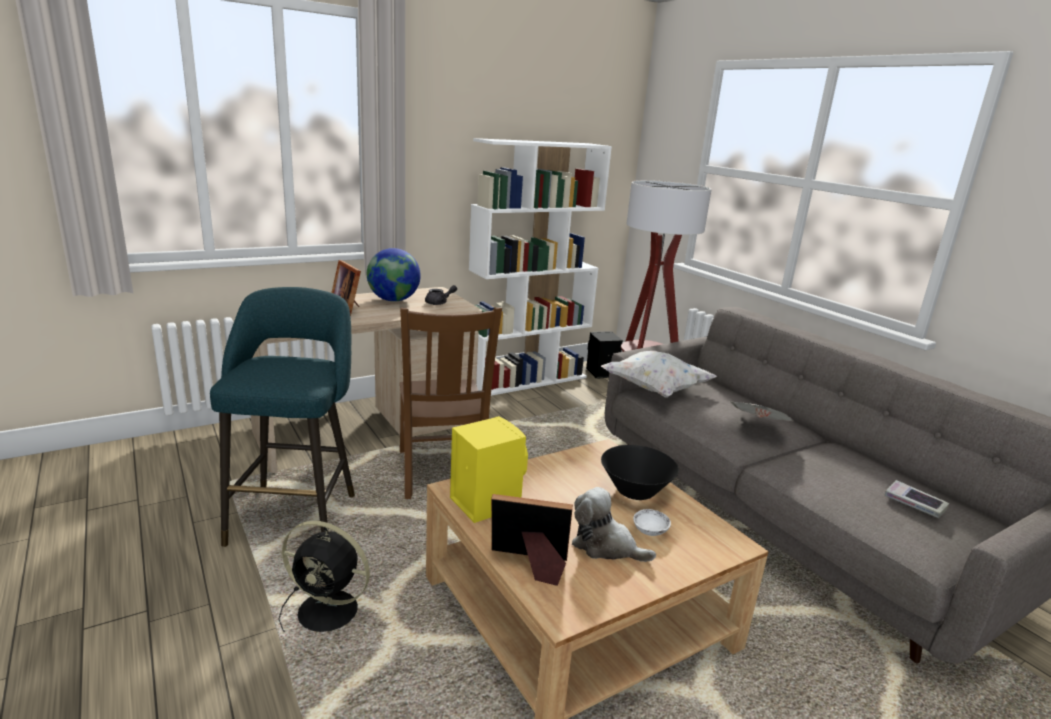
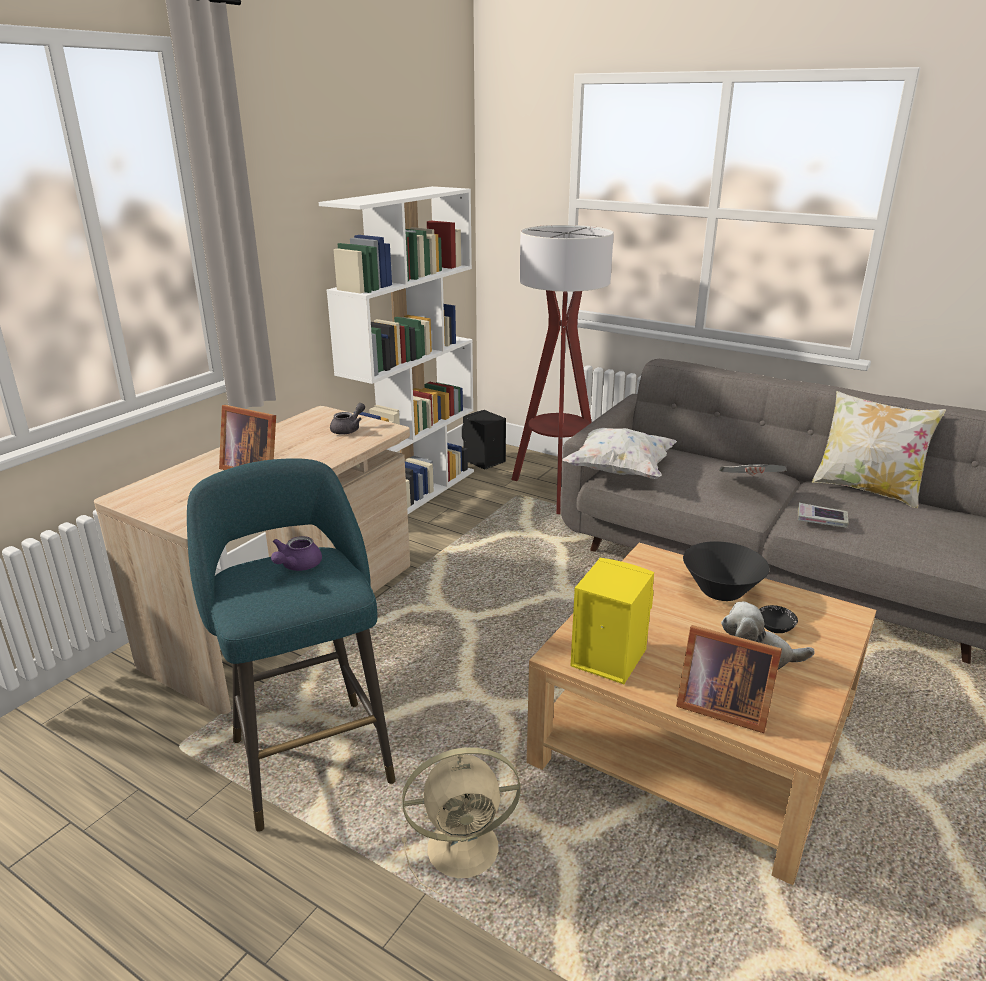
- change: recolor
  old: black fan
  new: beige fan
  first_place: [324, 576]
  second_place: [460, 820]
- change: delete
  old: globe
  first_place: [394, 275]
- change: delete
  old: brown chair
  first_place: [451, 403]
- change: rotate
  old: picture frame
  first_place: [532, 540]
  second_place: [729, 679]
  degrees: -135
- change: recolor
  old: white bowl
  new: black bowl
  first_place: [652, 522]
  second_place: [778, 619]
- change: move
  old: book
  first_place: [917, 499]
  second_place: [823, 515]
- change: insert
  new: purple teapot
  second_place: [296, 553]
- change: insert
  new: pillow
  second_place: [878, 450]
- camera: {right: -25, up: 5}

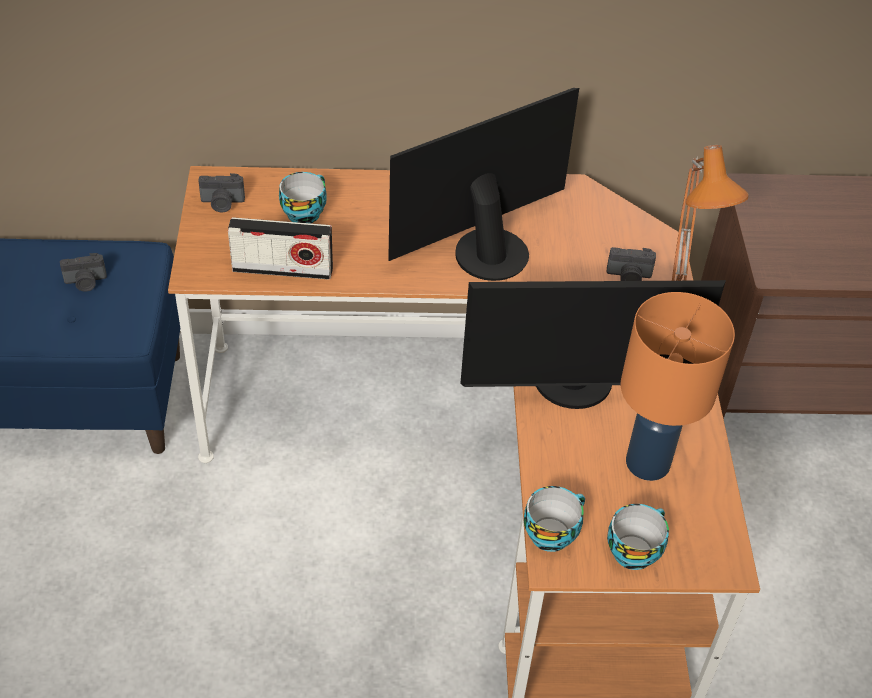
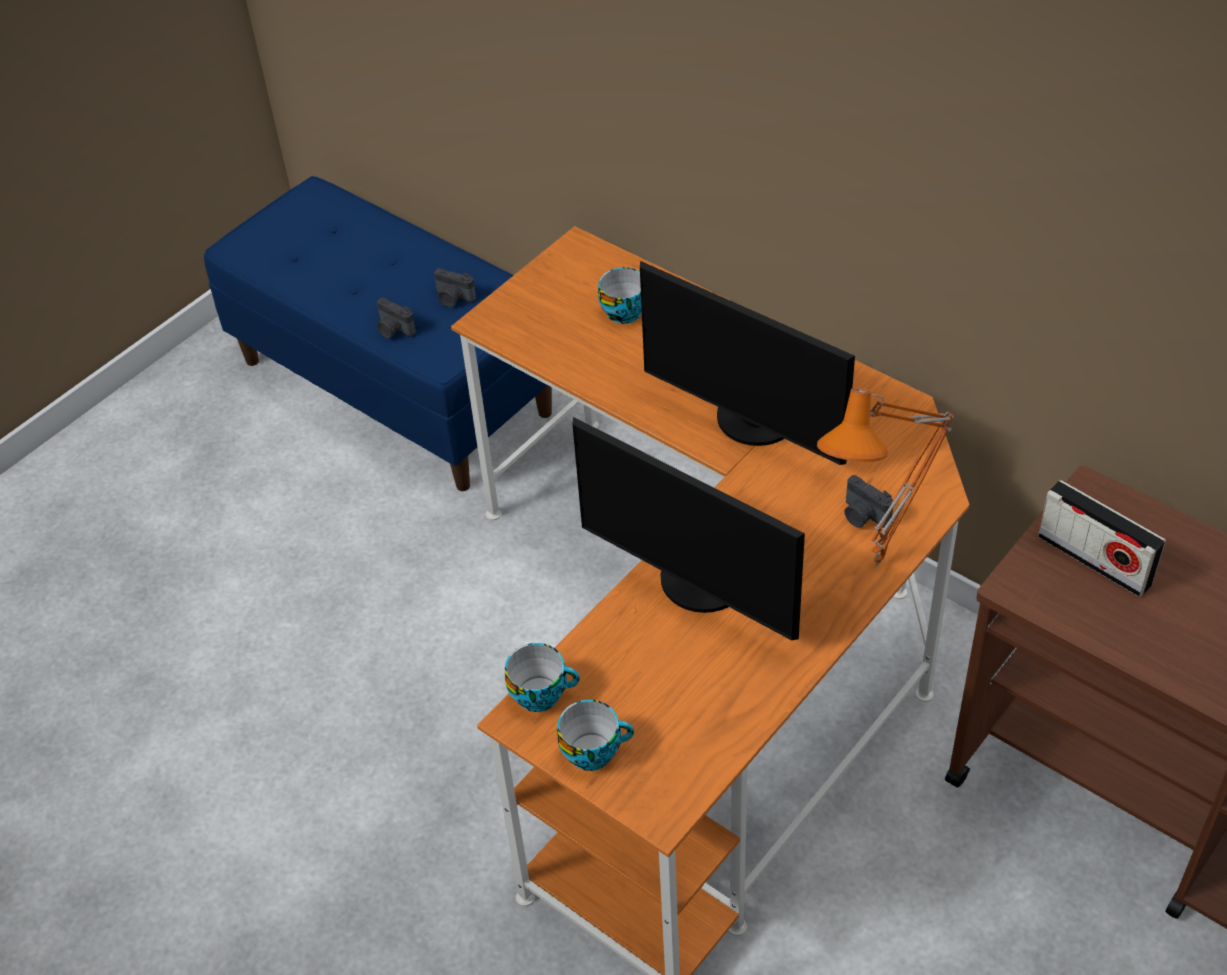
- change: move
  old: photo camera
  first_place: [221, 193]
  second_place: [396, 318]
- change: move
  old: radio
  first_place: [280, 248]
  second_place: [1102, 538]
- change: rotate
  old: monitor
  first_place: [484, 184]
  second_place: [747, 363]
  degrees: -150
- change: delete
  old: orange table lamp
  first_place: [678, 386]
- camera: {right: 45, up: 0}

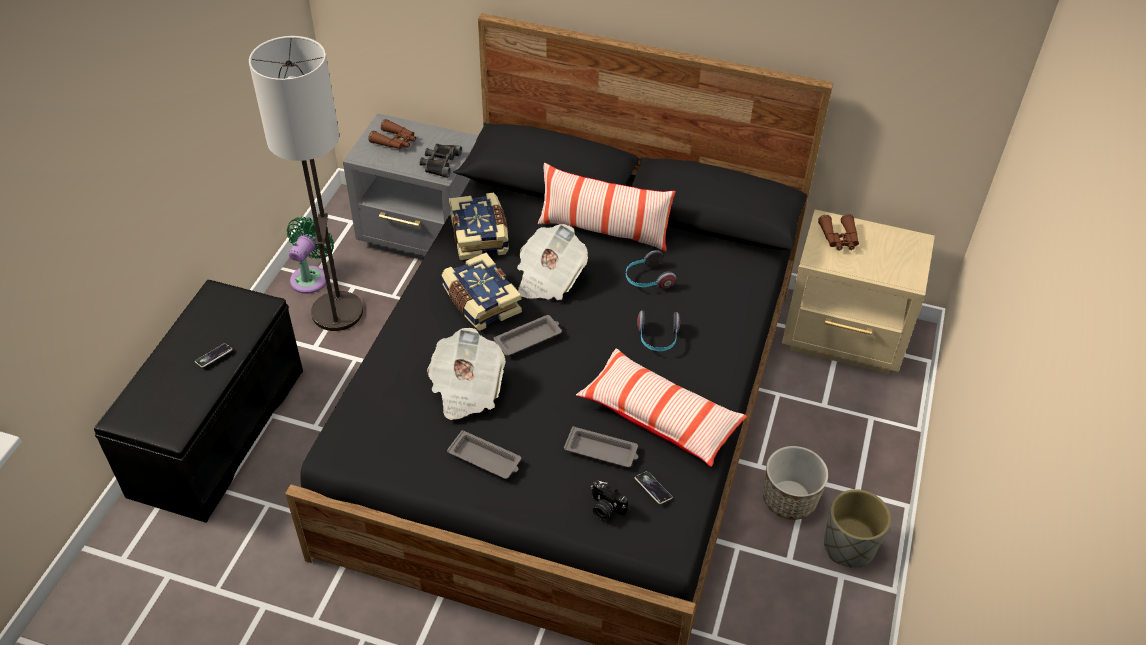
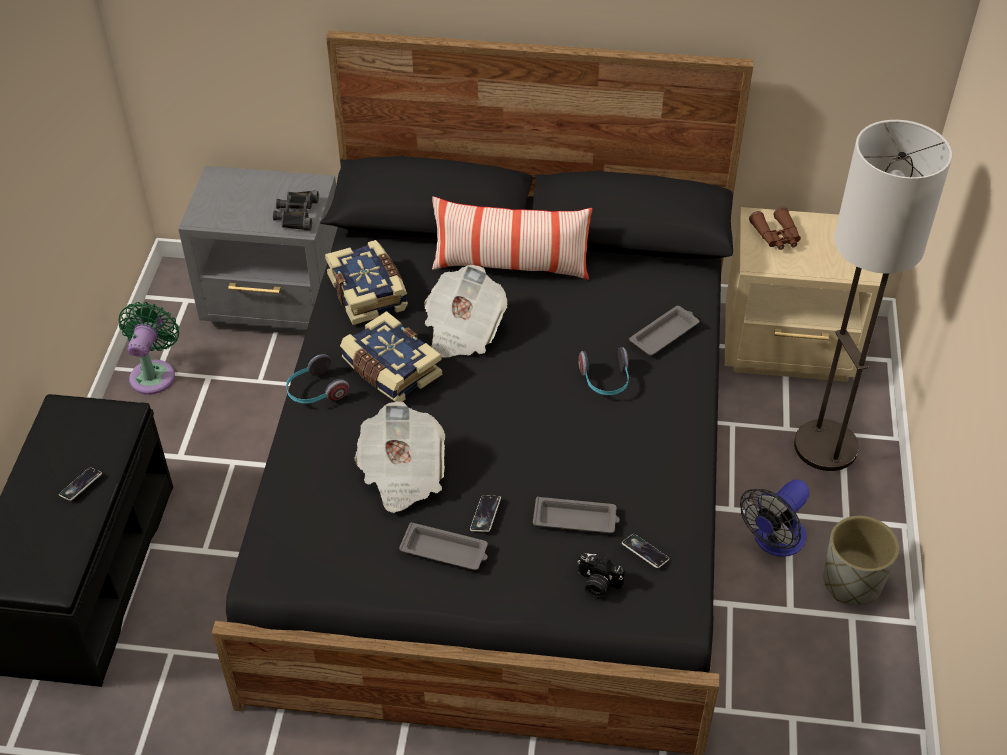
- change: move
  old: floor lamp
  first_place: [306, 183]
  second_place: [873, 295]
- change: delete
  old: brown binoculars
  first_place: [392, 134]
- change: move
  old: grey tray
  first_place: [528, 335]
  second_place: [664, 331]
- change: delete
  old: pillow
  first_place: [661, 407]
- change: move
  old: headphones
  first_place: [651, 269]
  second_place: [317, 378]
- change: replace
  old: planter
  new: fan
  first_place: [795, 483]
  second_place: [775, 518]
- change: insert
  new: phone
  second_place: [485, 513]
- camera: {right: -10, up: 0}

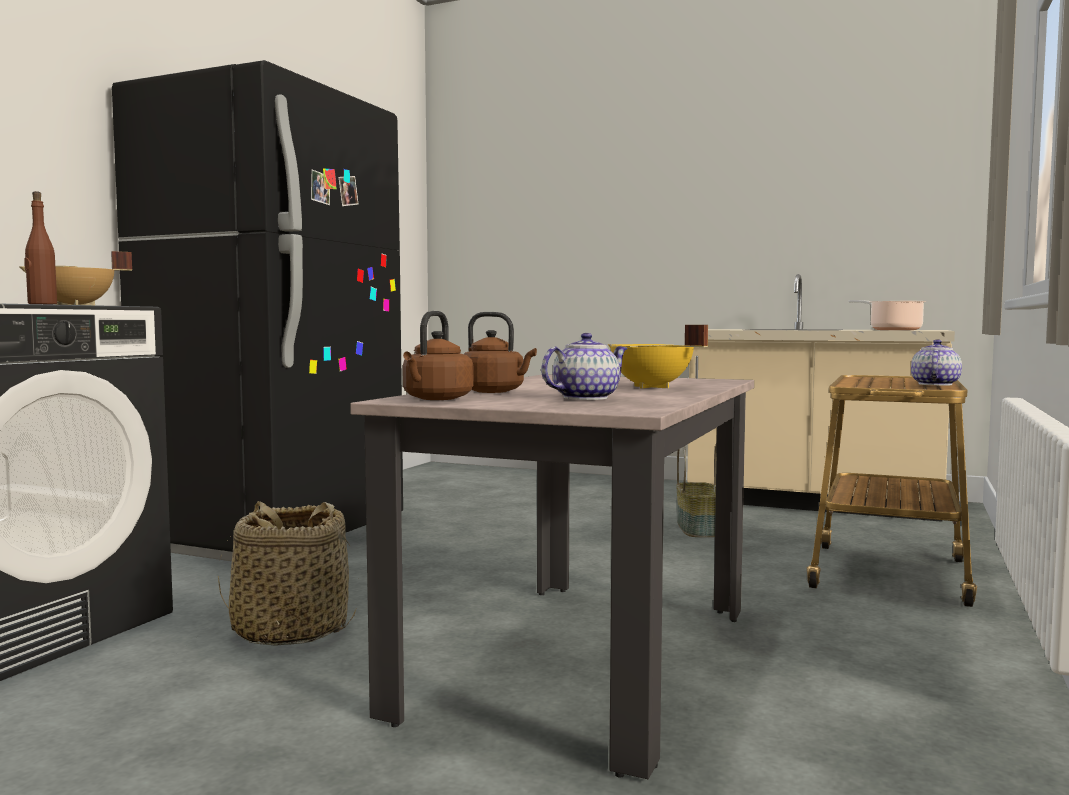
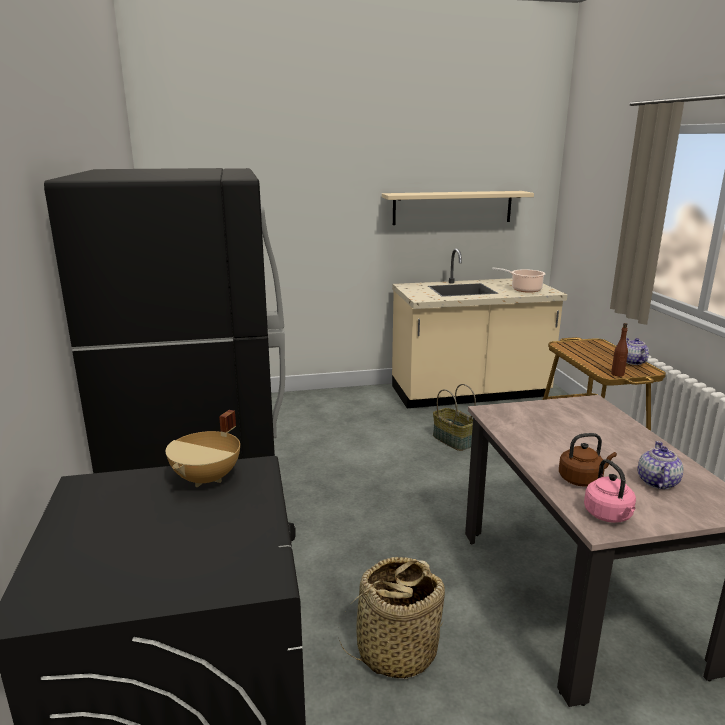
- change: move
  old: brown bottle
  first_place: [40, 247]
  second_place: [619, 349]
- change: recolor
  old: brown kettle
  new: pink kettle
  first_place: [438, 355]
  second_place: [610, 491]
- change: delete
  old: yellow cooking pot
  first_place: [658, 357]
- change: insert
  new: beige shelf
  second_place: [458, 208]
- camera: {right: -35, up: 15}

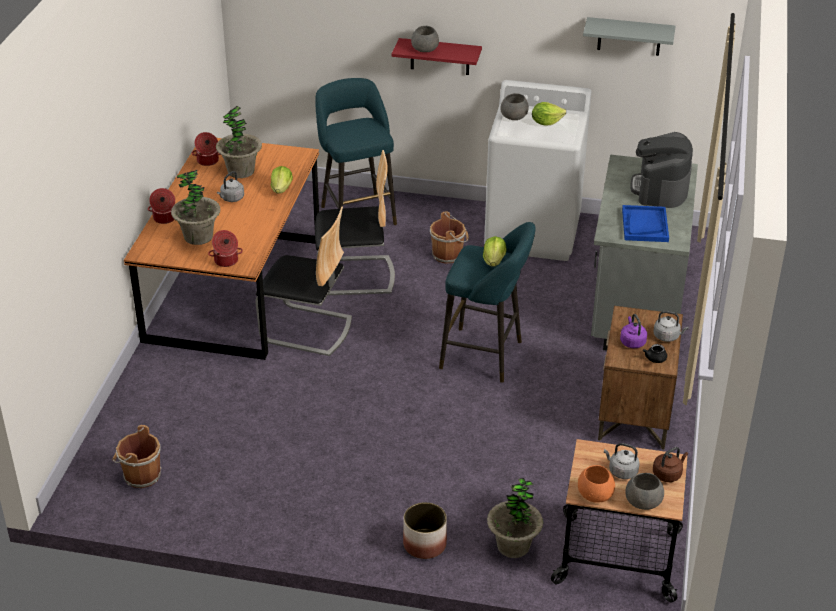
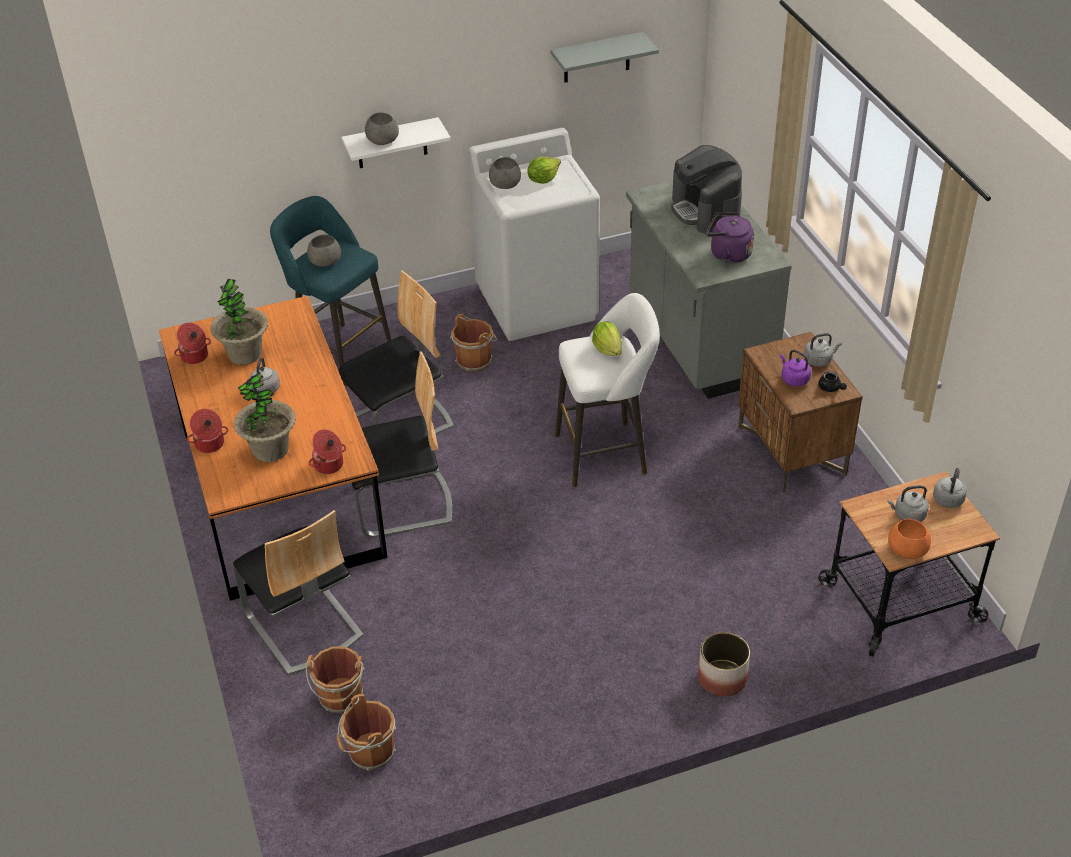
- change: delete
  old: lettuce
  first_place: [282, 180]
- change: recolor
  old: red shelf
  new: white shelf
  first_place: [437, 56]
  second_place: [396, 142]
- change: recolor
  old: turquoise stool
  new: white stool
  first_place: [487, 302]
  second_place: [607, 390]
- change: delete
  old: potted plant
  first_place: [515, 518]
- change: replace
  old: blue tray
  new: purple kettle
  first_place: [645, 223]
  second_place: [730, 237]
- change: move
  old: grey bowl
  first_place: [644, 491]
  second_place: [324, 250]
- change: recolor
  old: brown kettle
  new: grey kettle
  first_place: [670, 464]
  second_place: [950, 488]
- change: insert
  new: chair
  second_place: [298, 592]
- change: insert
  new: brown bucket
  second_place: [335, 680]
- camera: {right: -30, up: 5}

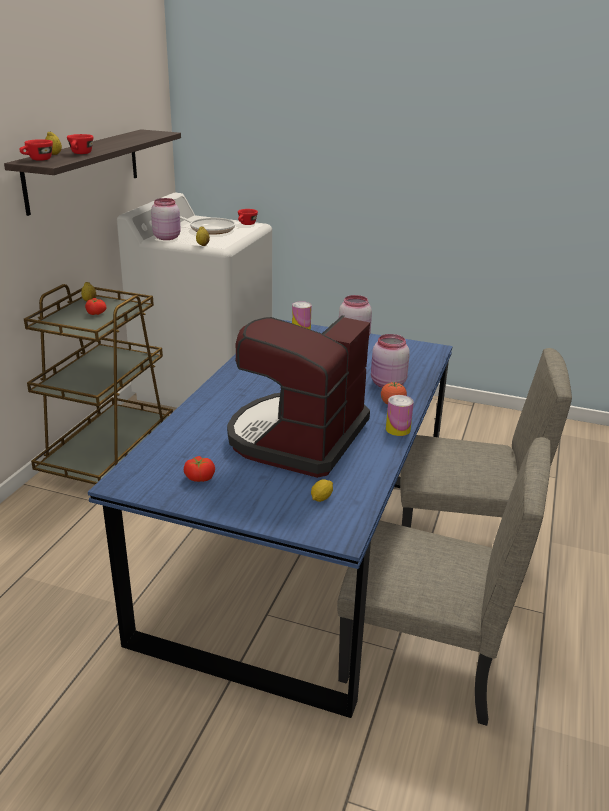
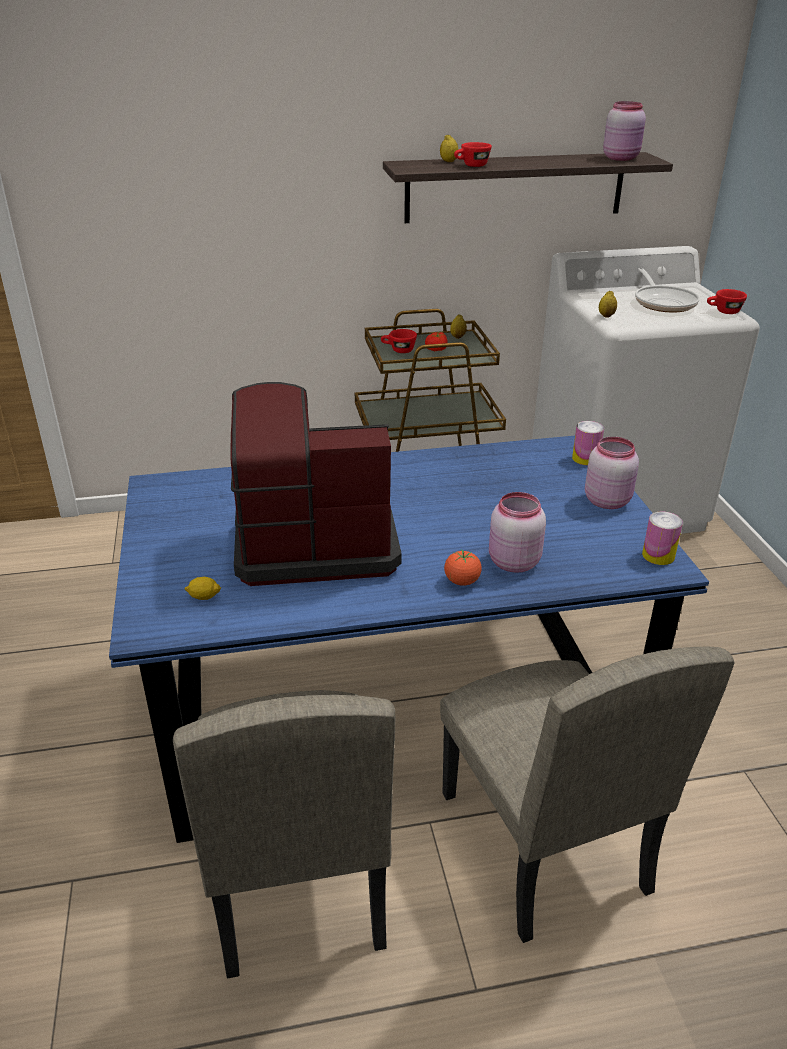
- change: move
  old: red cup
  first_place: [36, 150]
  second_place: [399, 341]
- change: move
  old: pink jar
  first_place: [166, 219]
  second_place: [624, 131]
- change: delete
  old: tomato
  first_place: [199, 469]
- change: move
  old: can
  first_place: [400, 415]
  second_place: [662, 538]
- camera: {right: 60, up: 5}

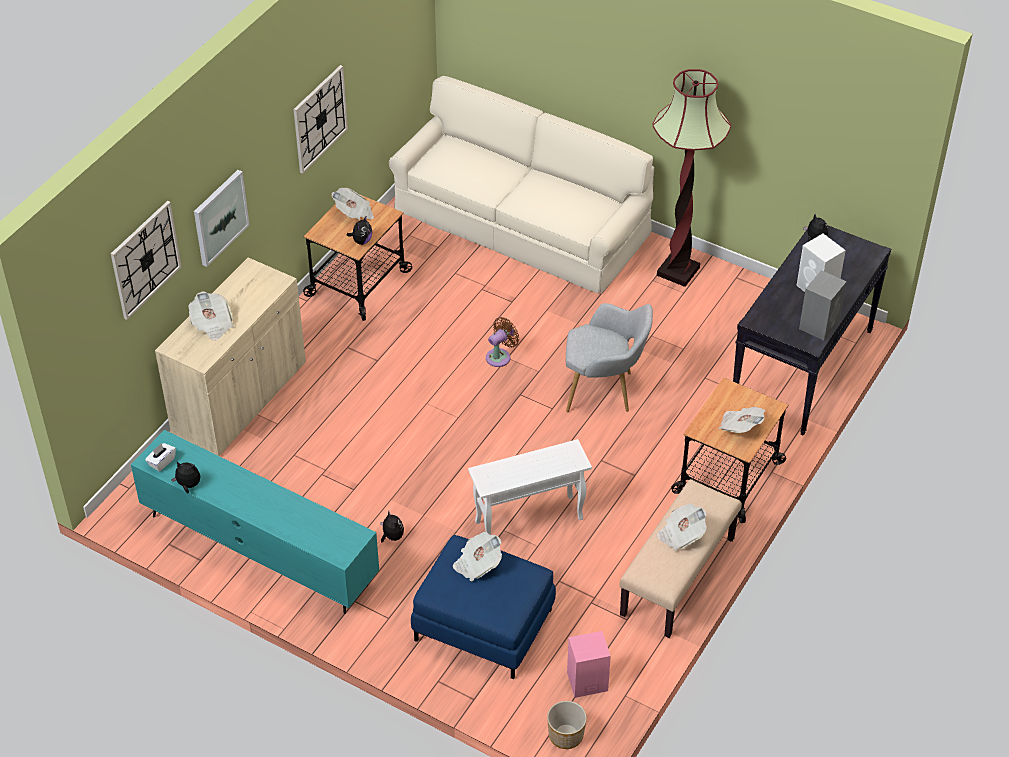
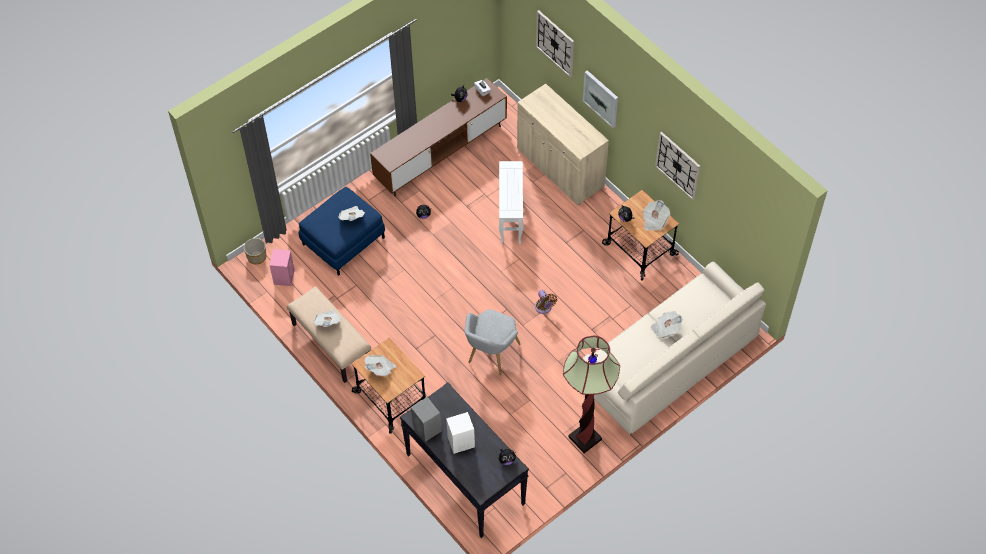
- change: recolor
  old: turquoise tv stand
  new: brown tv stand
  first_place: [255, 522]
  second_place: [438, 137]
- change: move
  old: newspaper
  first_place: [211, 316]
  second_place: [667, 325]
- change: move
  old: white side table
  first_place: [530, 487]
  second_place: [511, 202]
- camera: {right: 110, up: 10}

